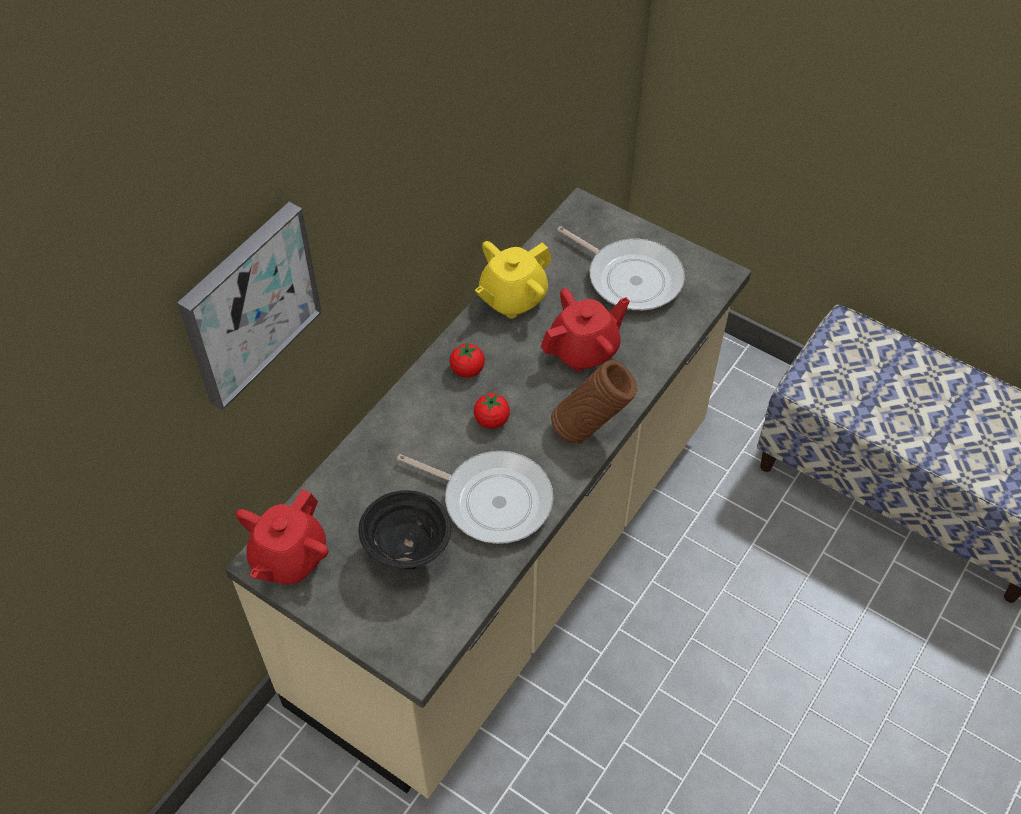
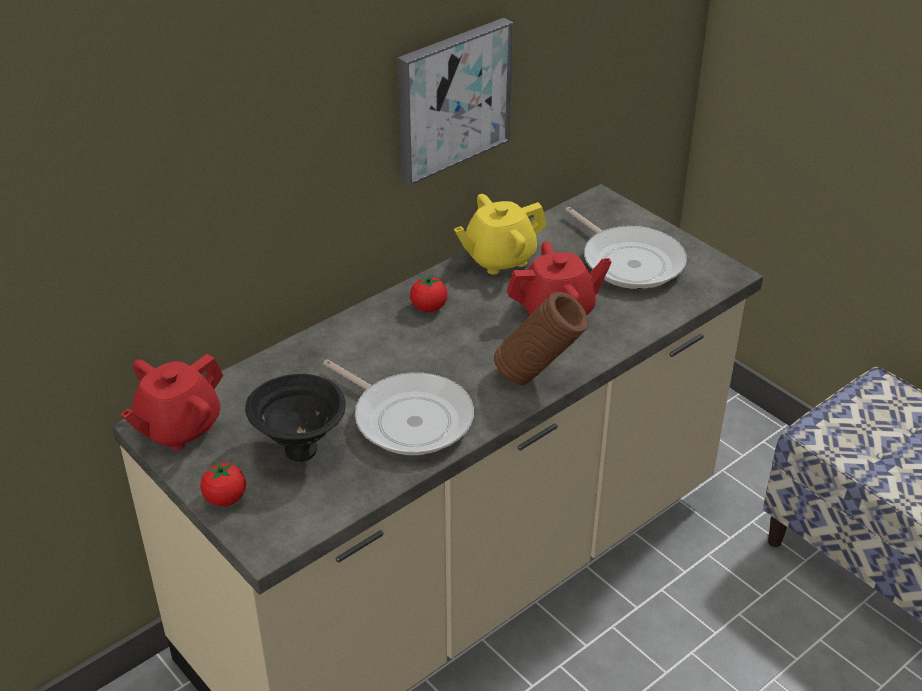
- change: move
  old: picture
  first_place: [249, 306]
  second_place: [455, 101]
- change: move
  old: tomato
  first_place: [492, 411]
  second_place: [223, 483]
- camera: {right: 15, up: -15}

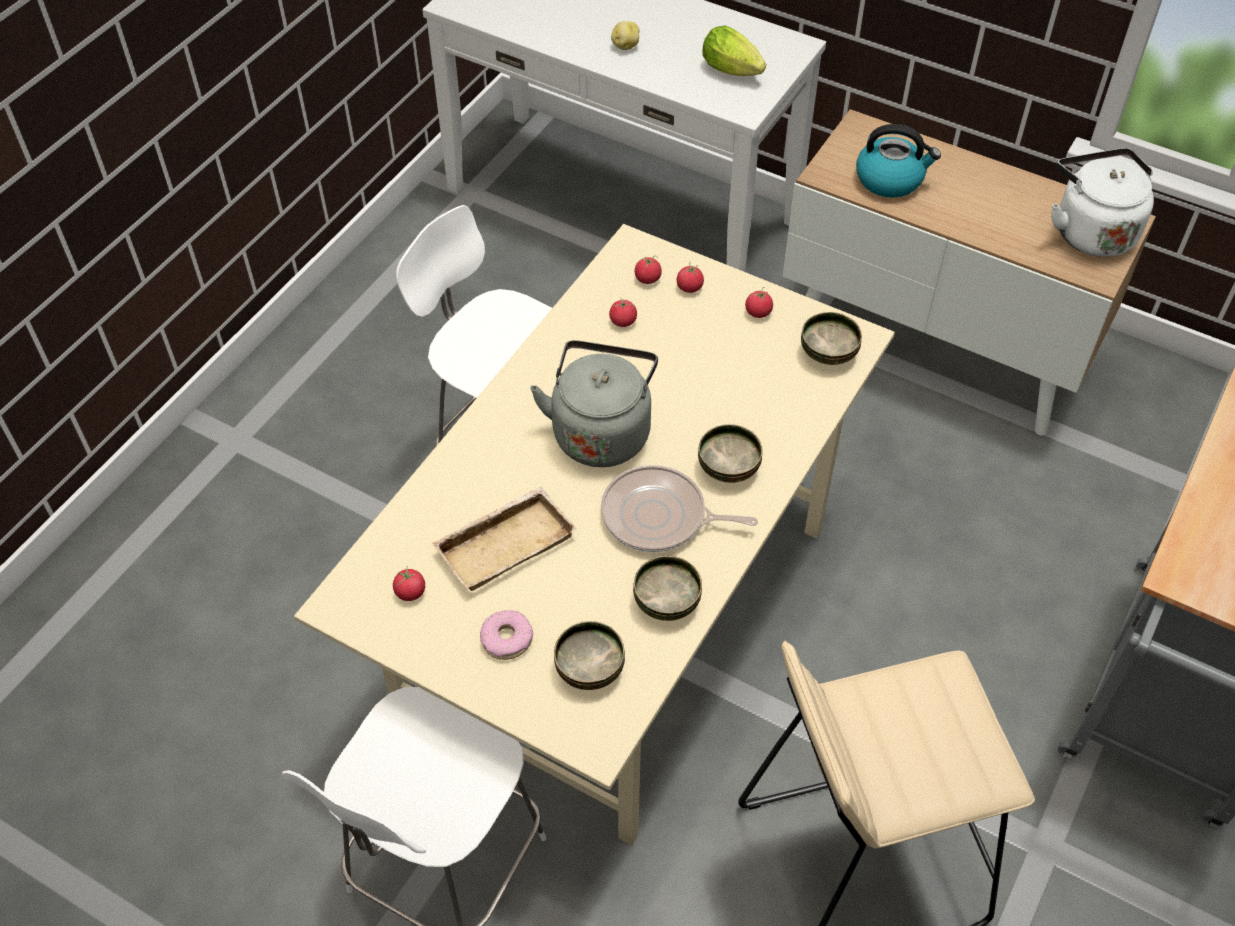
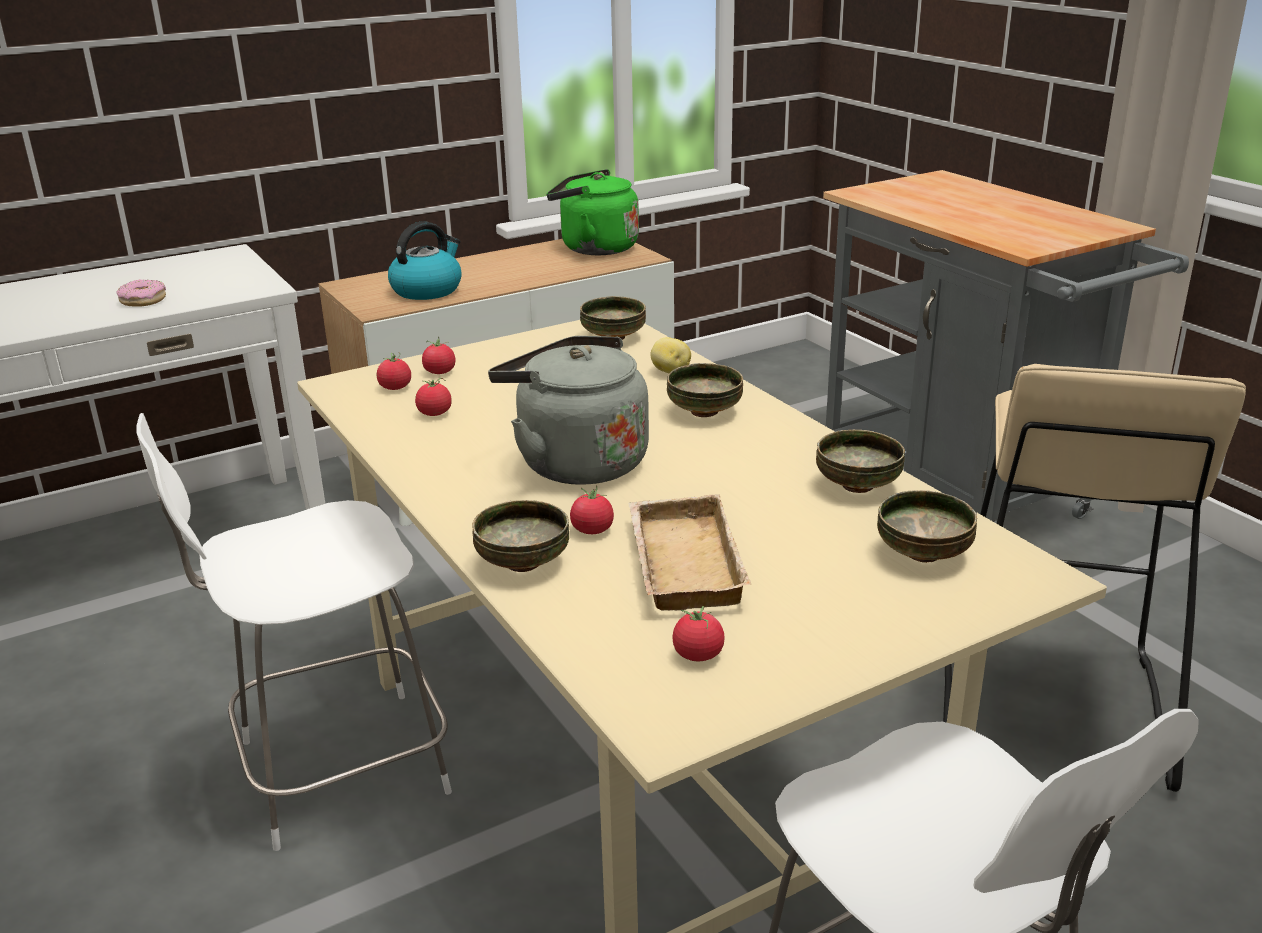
- change: move
  old: donut
  first_place: [506, 635]
  second_place: [141, 293]
- change: delete
  old: frying pan
  first_place: [679, 508]
- change: move
  old: potato
  first_place: [625, 35]
  second_place: [670, 355]
- change: delete
  old: lettuce
  first_place: [734, 50]
- change: move
  old: tomato
  first_place: [759, 302]
  second_place: [592, 510]
- change: recolor
  old: white kettle
  new: green kettle
  first_place: [1102, 202]
  second_place: [593, 212]
- change: insert
  new: bowl
  second_place: [520, 536]
- camera: {right: -60, up: -25}

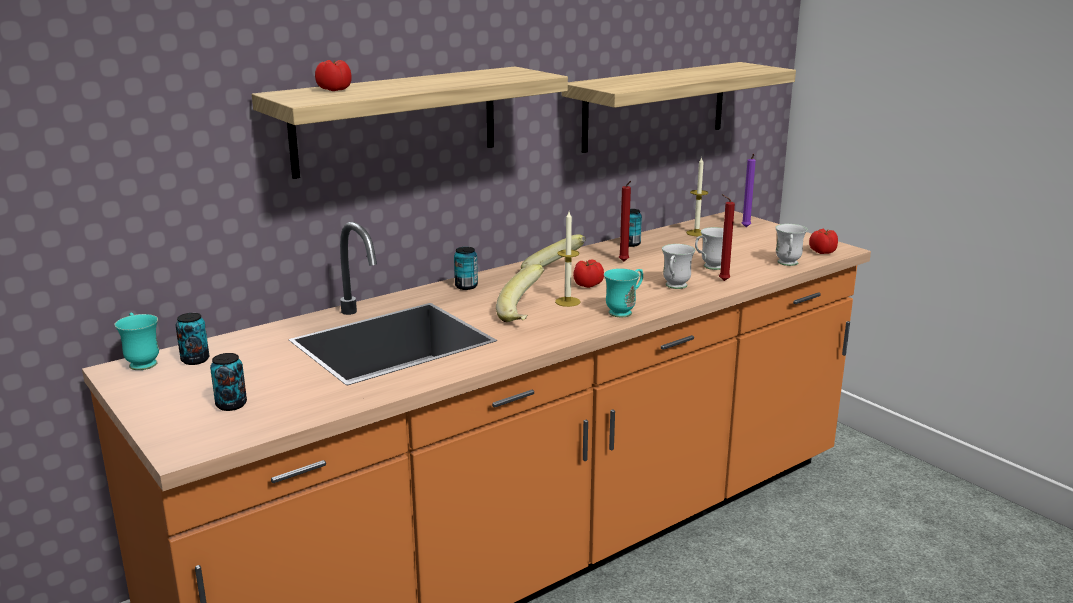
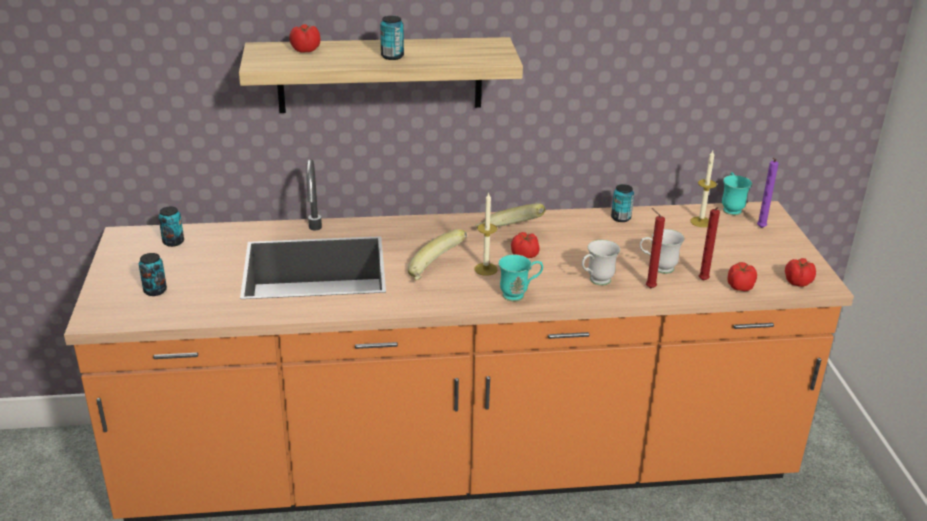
- change: move
  old: turquoise mug
  first_place: [136, 341]
  second_place: [737, 193]
- change: move
  old: can
  first_place: [466, 268]
  second_place: [392, 38]
- change: delete
  old: shelf
  first_place: [679, 107]
- change: move
  old: red candle
  first_place: [625, 221]
  second_place: [709, 244]
- change: replace
  old: white mug
  new: tomato
  first_place: [791, 245]
  second_place: [742, 276]
- camera: {right: 30, up: 10}

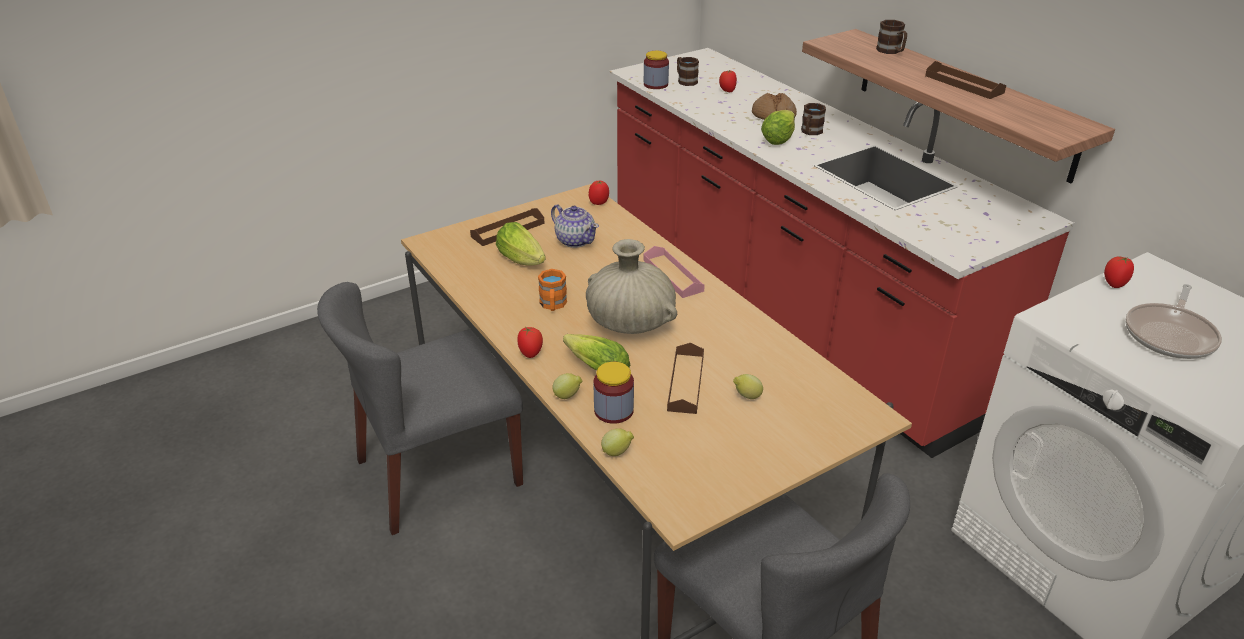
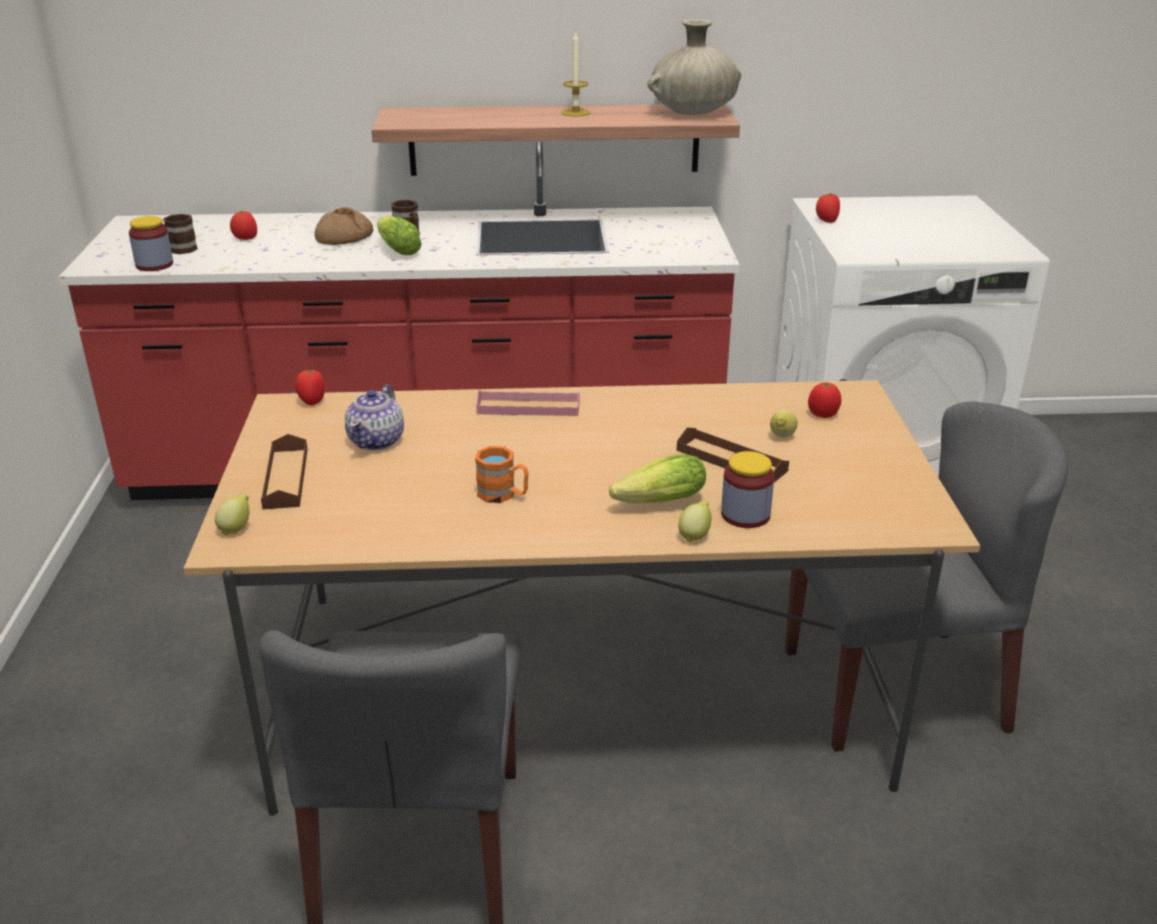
- change: delete
  old: lettuce
  first_place: [521, 244]
- change: move
  old: tomato
  first_place: [530, 342]
  second_place: [825, 400]
- change: rotate
  old: teapot
  first_place: [575, 226]
  second_place: [374, 418]
  degrees: 120
- change: move
  old: beige vase
  first_place: [631, 286]
  second_place: [694, 67]
- change: move
  old: lemon
  first_place: [617, 442]
  second_place: [232, 514]
- change: delete
  old: brown mug
  first_place: [891, 37]
- change: replace
  old: brown tray
  new: candle
  first_place: [965, 80]
  second_place: [575, 74]
- change: delete
  old: frying pan
  first_place: [1173, 321]
- camera: {right: -60, up: -5}

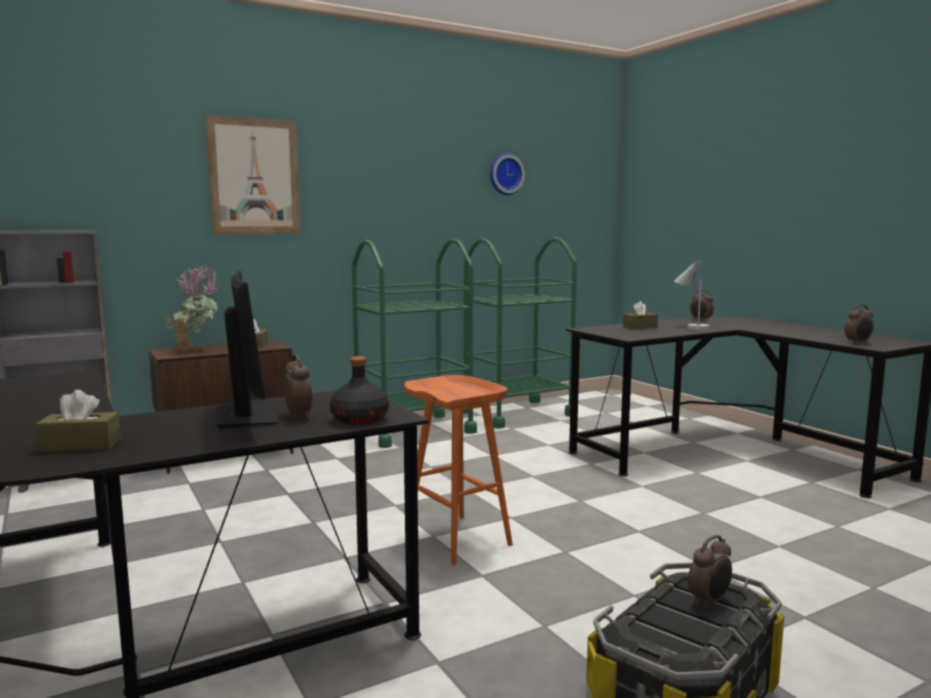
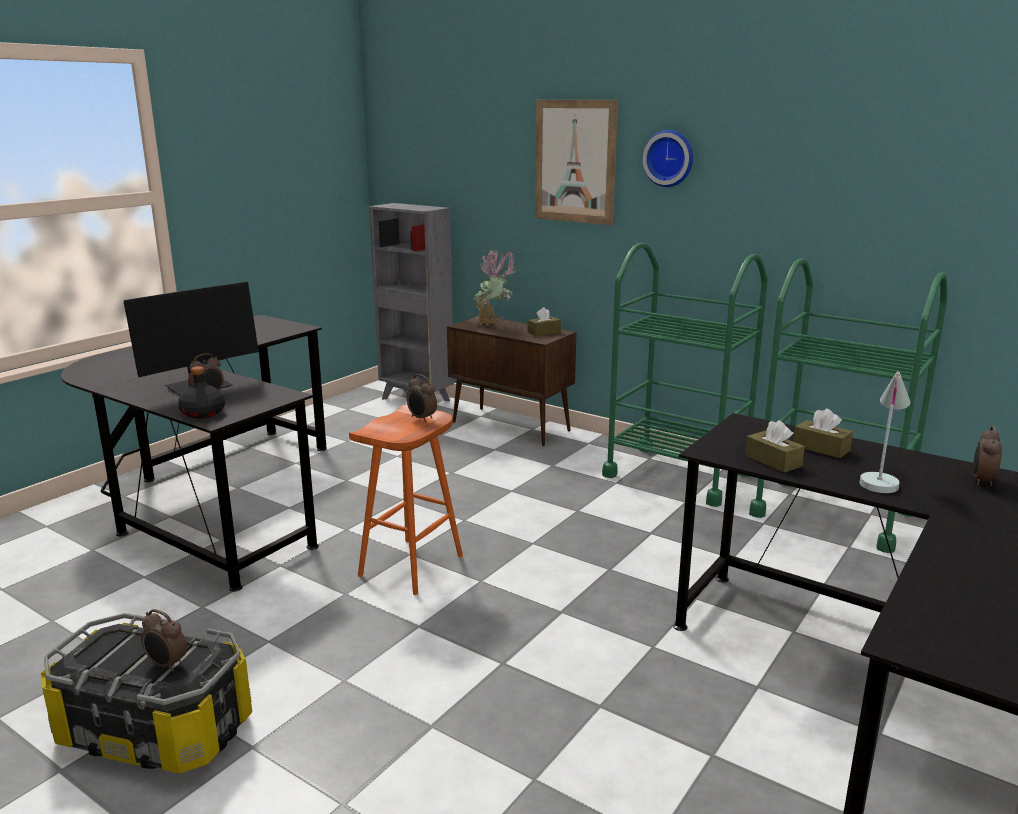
- change: move
  old: brown tissue box
  first_place: [78, 421]
  second_place: [775, 446]
- change: move
  old: wall clock
  first_place: [507, 174]
  second_place: [667, 158]
- change: move
  old: alarm clock
  first_place: [858, 324]
  second_place: [422, 398]
- camera: {right: 65, up: 10}

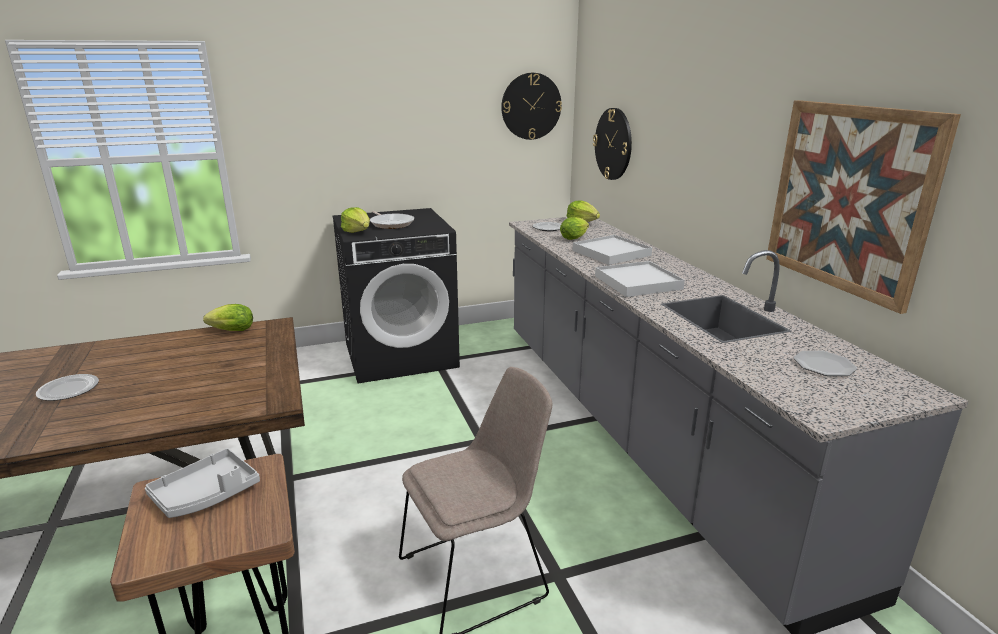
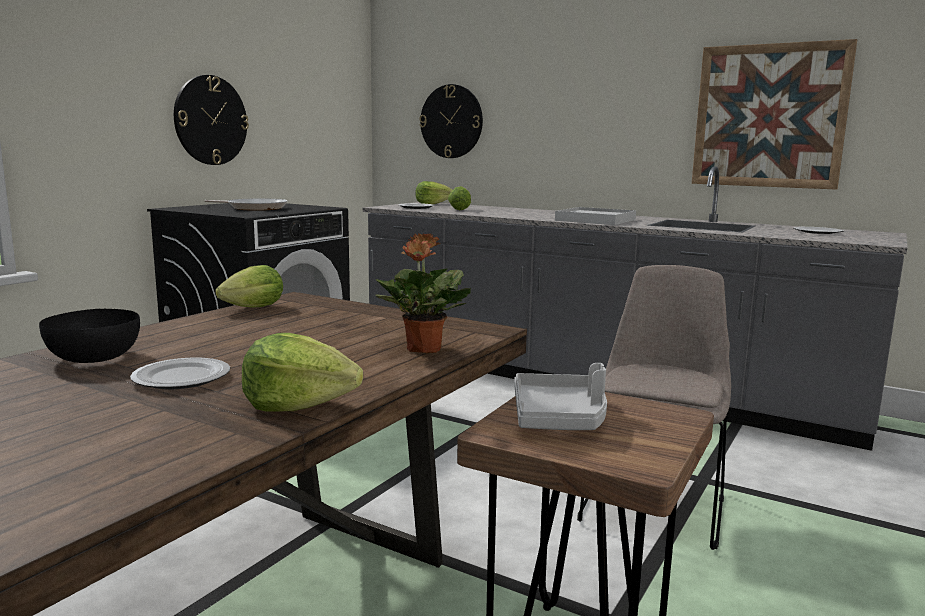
- change: move
  old: lettuce
  first_place: [355, 220]
  second_place: [302, 372]
- change: move
  old: wall clock
  first_place: [531, 106]
  second_place: [211, 120]
- change: delete
  old: white tray
  first_place: [612, 250]
- change: insert
  new: black bowl
  second_place: [89, 336]
- change: insert
  new: potted plant
  second_place: [423, 294]
- camera: {right: -40, up: -10}

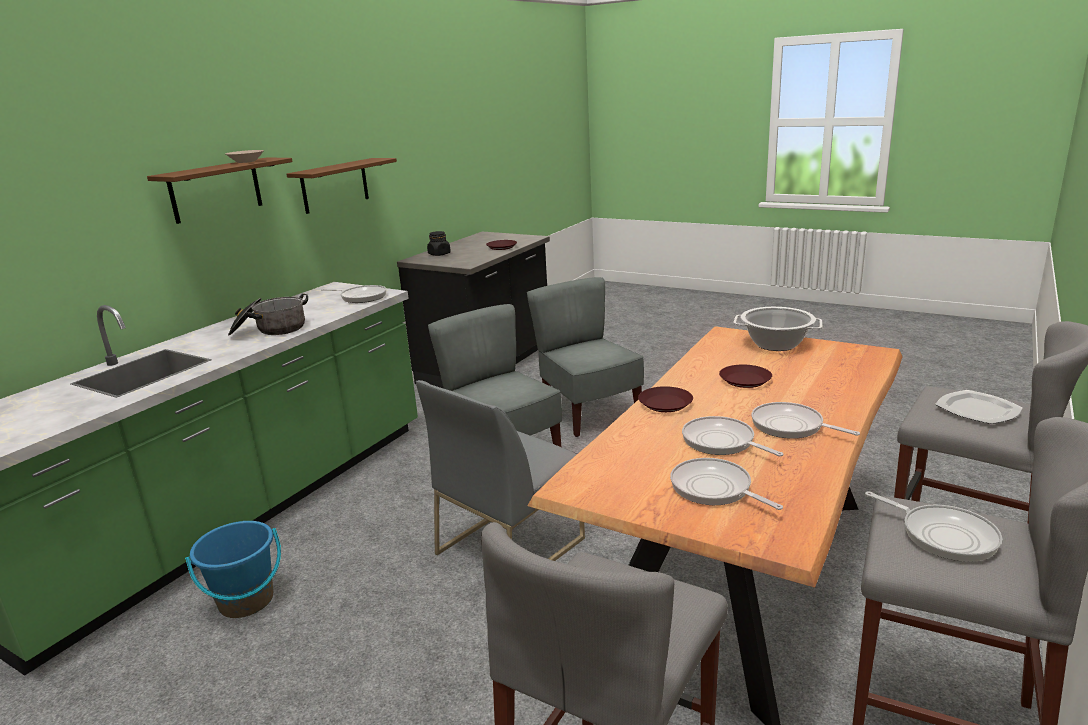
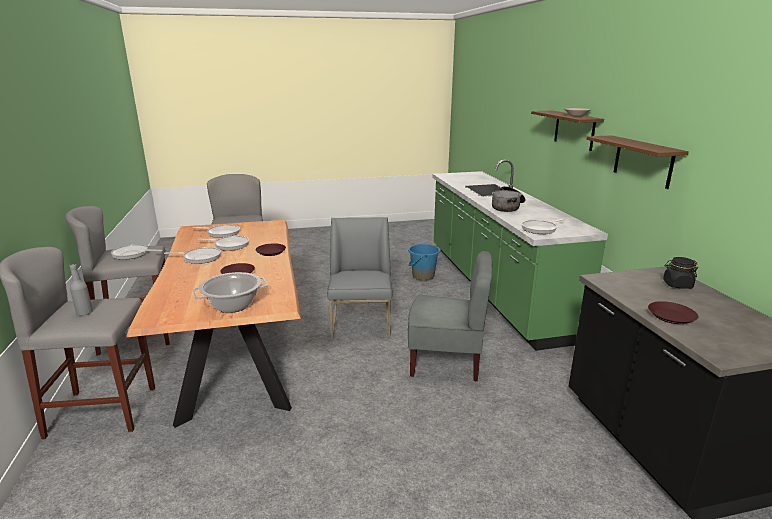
- change: delete
  old: grey chair
  first_place: [585, 357]
- change: replace
  old: plate
  new: grey bottle
  first_place: [979, 407]
  second_place: [81, 290]
- camera: {right: 135, up: 0}

